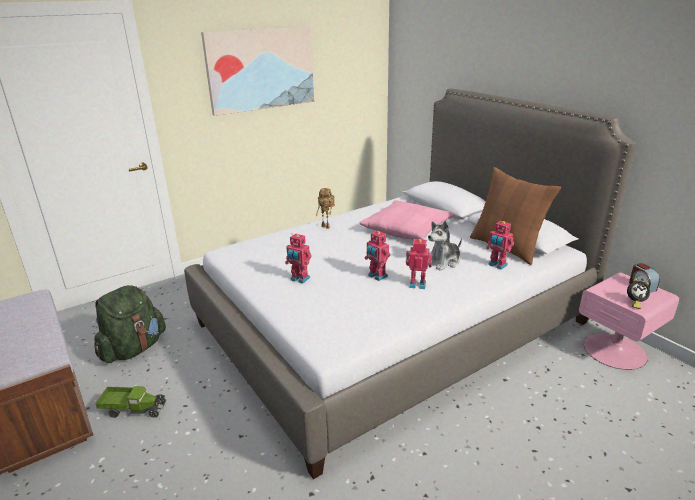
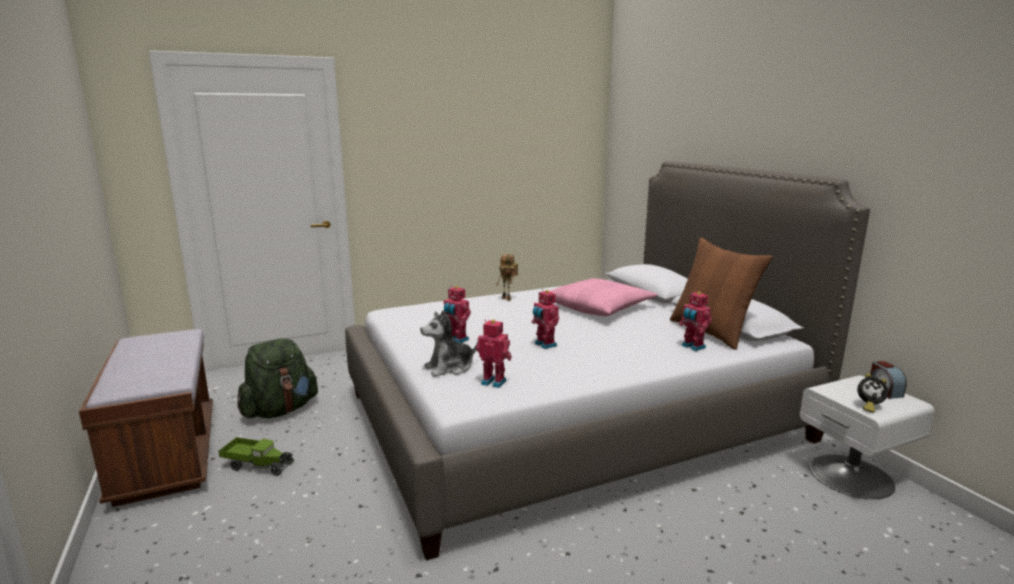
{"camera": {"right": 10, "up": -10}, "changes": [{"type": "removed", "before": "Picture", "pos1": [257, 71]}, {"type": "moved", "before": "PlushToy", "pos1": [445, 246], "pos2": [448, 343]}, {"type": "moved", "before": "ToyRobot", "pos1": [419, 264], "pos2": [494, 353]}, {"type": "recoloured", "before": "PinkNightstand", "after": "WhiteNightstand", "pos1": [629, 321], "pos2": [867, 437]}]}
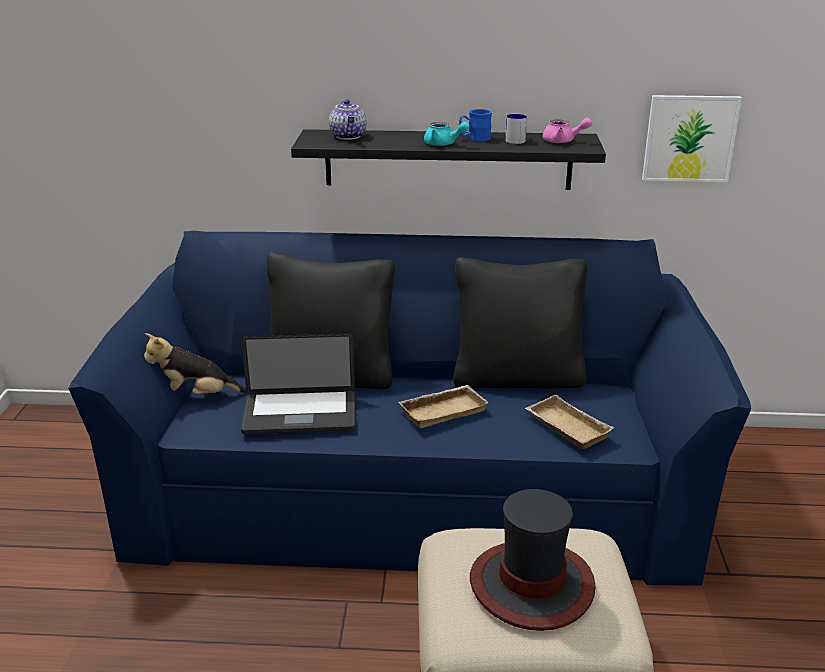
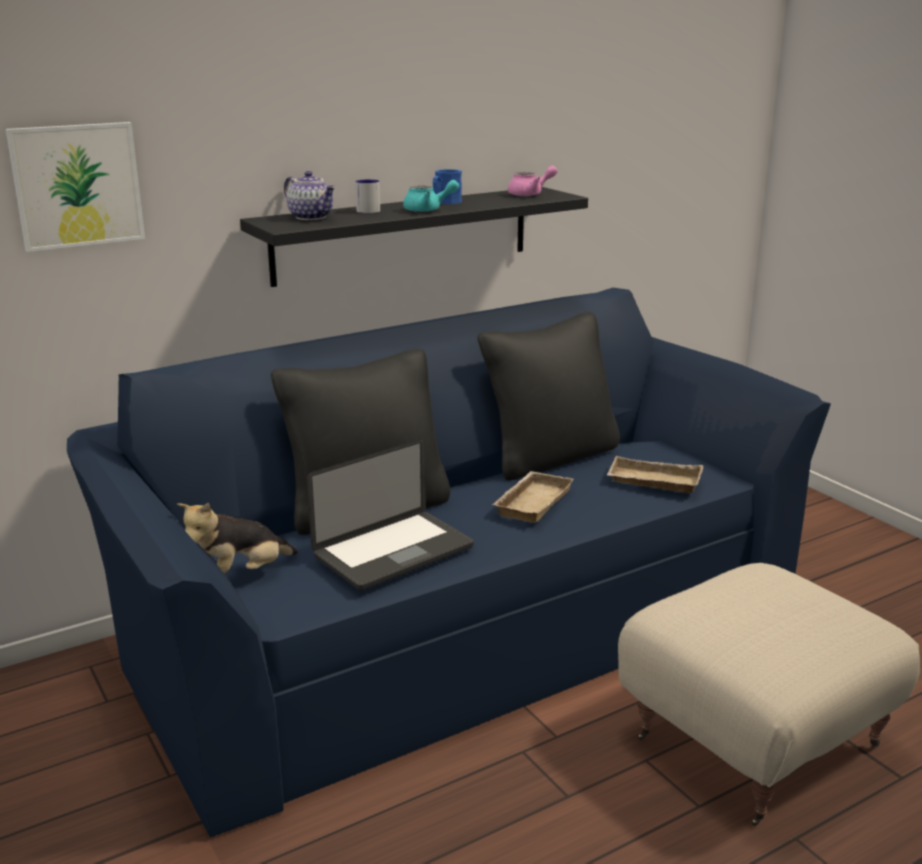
{"camera": {"right": -35, "up": -5}, "changes": [{"type": "moved", "before": "Picture", "pos1": [692, 138], "pos2": [75, 187]}, {"type": "moved", "before": "Mug", "pos1": [516, 129], "pos2": [367, 196]}, {"type": "removed", "before": "Hat", "pos1": [533, 560]}]}
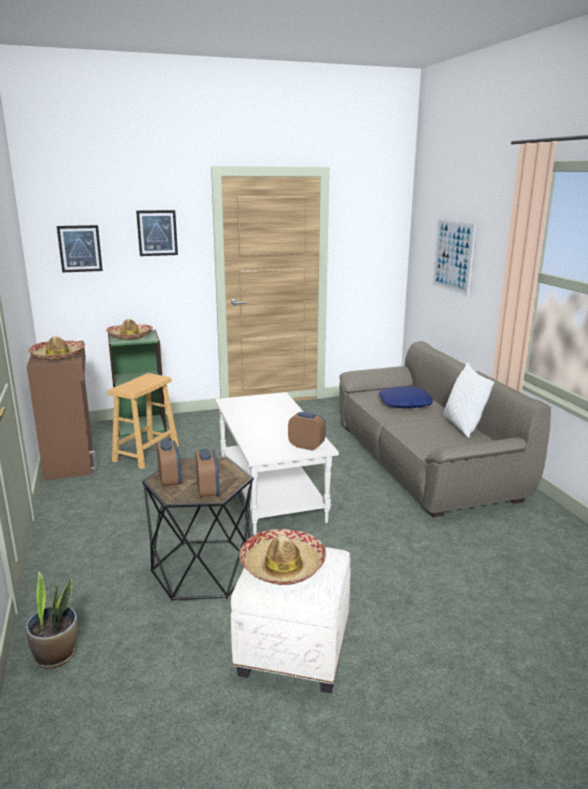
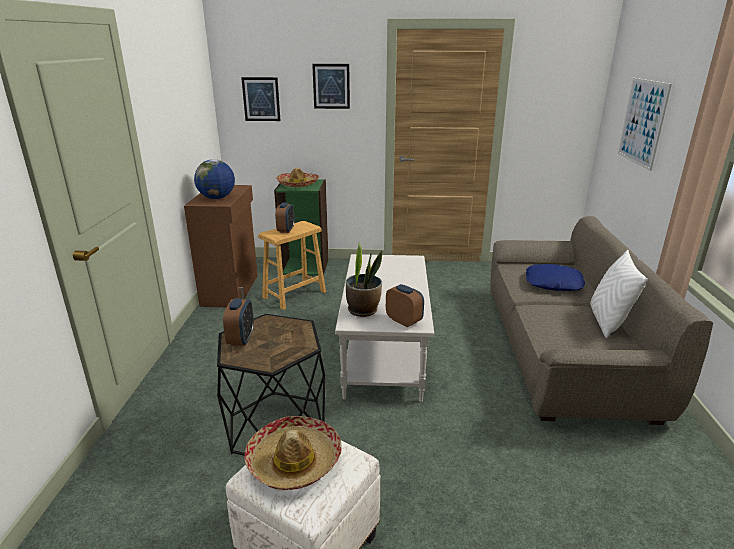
{"camera": {"right": 20, "up": 5}, "changes": [{"type": "replaced", "before": "Hat", "after": "Globe", "pos1": [56, 348], "pos2": [214, 179]}, {"type": "moved", "before": "AlarmClock", "pos1": [207, 473], "pos2": [285, 217]}, {"type": "moved", "before": "PottedPlant", "pos1": [51, 619], "pos2": [364, 279]}]}
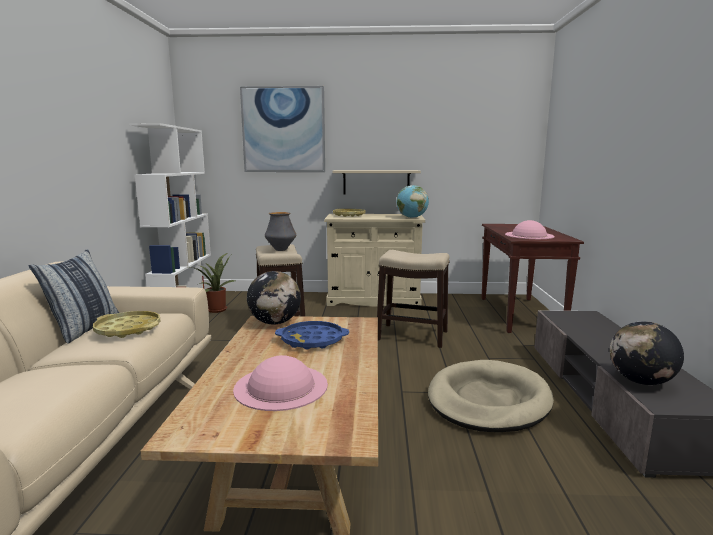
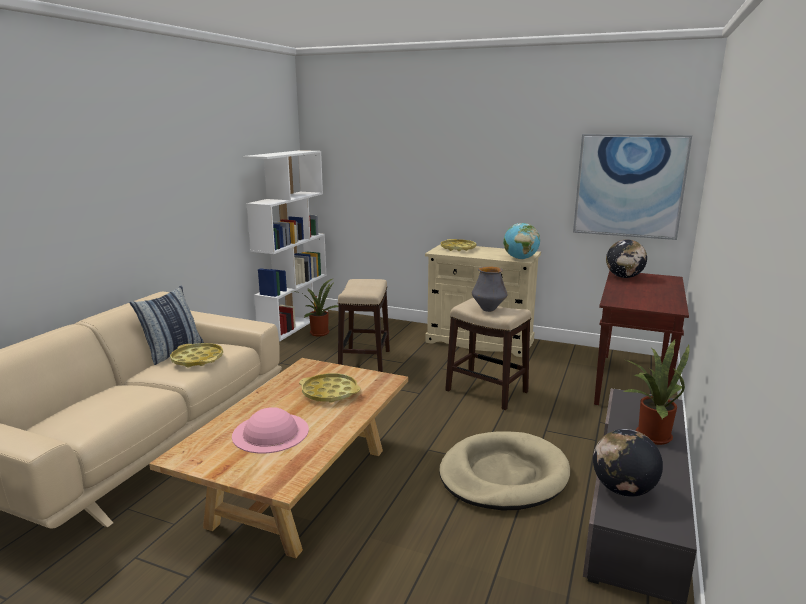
{"camera": {"right": 20, "up": 5}, "changes": [{"type": "moved", "before": "Picture", "pos1": [282, 129], "pos2": [632, 187]}, {"type": "removed", "before": "BeigeShelf", "pos1": [376, 182]}, {"type": "moved", "before": "Vase", "pos1": [280, 231], "pos2": [489, 289]}, {"type": "removed", "before": "PinkHat", "pos1": [530, 229]}, {"type": "moved", "before": "Globe", "pos1": [274, 298], "pos2": [626, 258]}, {"type": "recoloured", "before": "BlueTray", "after": "YellowTray", "pos1": [312, 335], "pos2": [330, 388]}, {"type": "added", "after": "PottedPlant", "pos2": [656, 392]}]}
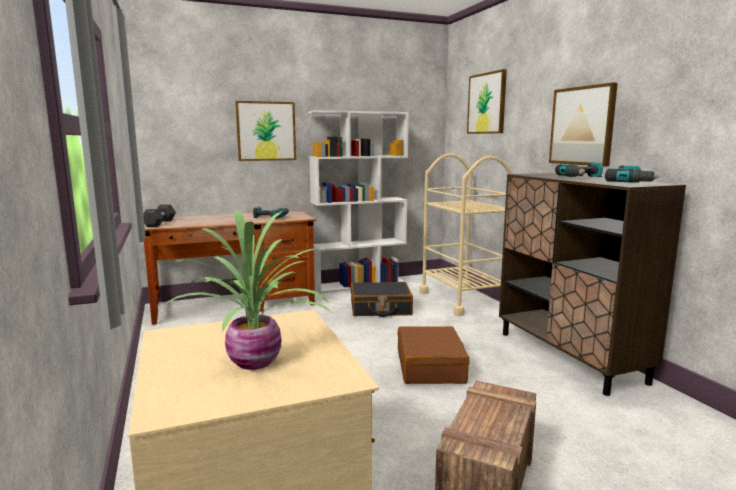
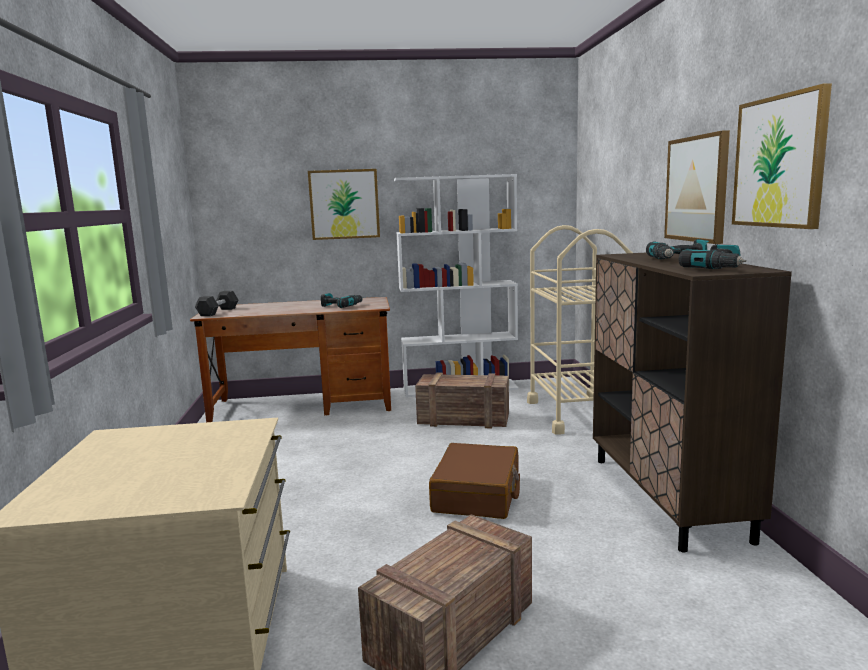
{"camera": {"right": 15, "up": 0}, "changes": [{"type": "moved", "before": "Picture", "pos1": [487, 101], "pos2": [782, 156]}, {"type": "removed", "before": "PottedPlant", "pos1": [246, 290]}, {"type": "replaced", "before": "BlackSuitcase", "after": "Crate", "pos1": [382, 299], "pos2": [462, 401]}]}
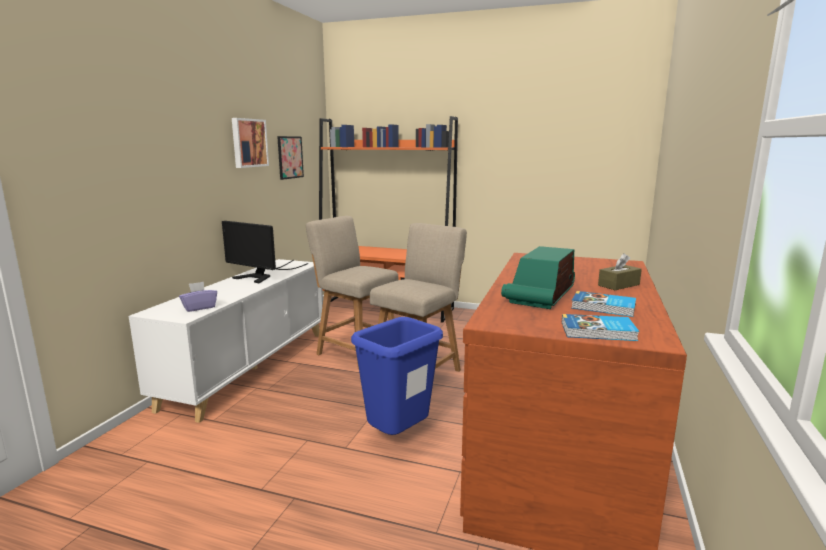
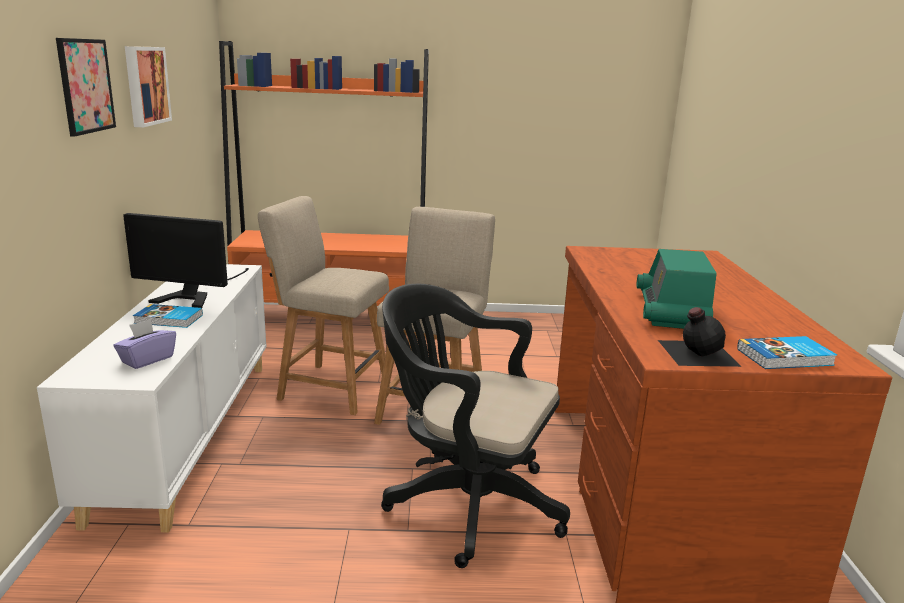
{"camera": {"right": -20, "up": 5}, "changes": [{"type": "moved", "before": "Picture", "pos1": [290, 158], "pos2": [86, 87]}, {"type": "removed", "before": "BrownTissueBox", "pos1": [620, 271]}, {"type": "moved", "before": "Book", "pos1": [603, 304], "pos2": [168, 316]}, {"type": "replaced", "before": "BlueTrashCan", "after": "BlackOfficeChair", "pos1": [397, 376], "pos2": [475, 426]}, {"type": "added", "after": "BlackBottle", "pos2": [700, 337]}]}
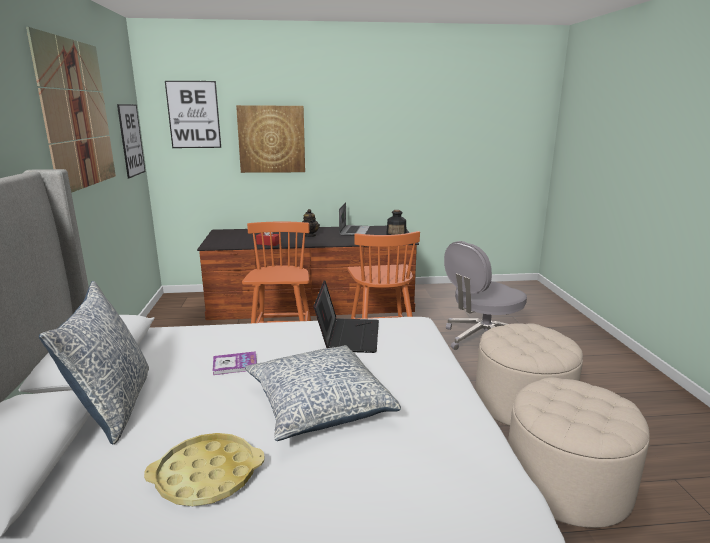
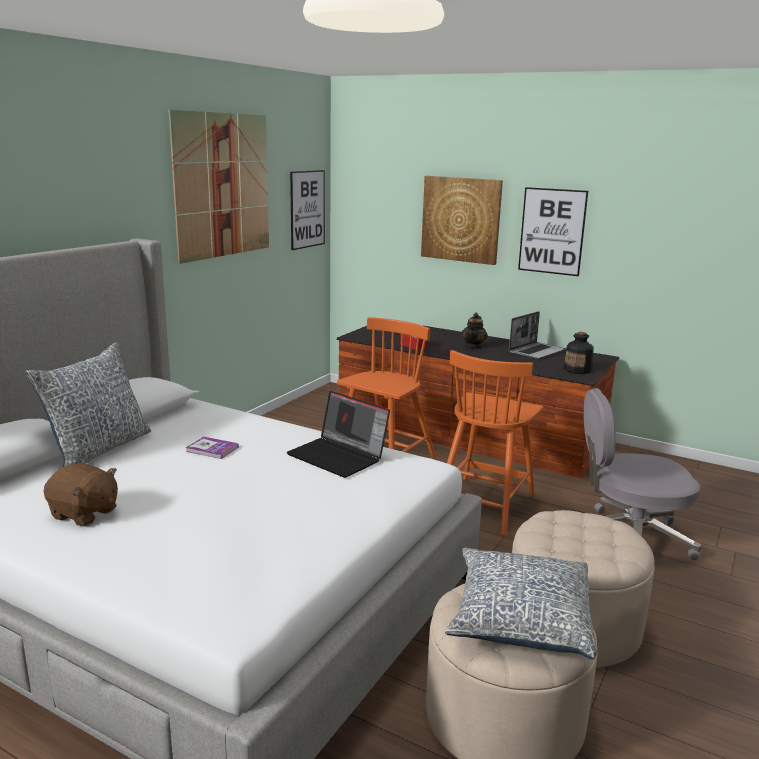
{"camera": {"right": 35, "up": 0}, "changes": [{"type": "moved", "before": "Picture", "pos1": [193, 114], "pos2": [553, 231]}, {"type": "turned", "before": "Laptop", "pos1": [346, 316], "pos2": [338, 434], "turn": 90}, {"type": "moved", "before": "Pillow", "pos1": [323, 393], "pos2": [521, 603]}, {"type": "replaced", "before": "YellowTray", "after": "BrownPlushToy", "pos1": [204, 469], "pos2": [81, 495]}]}
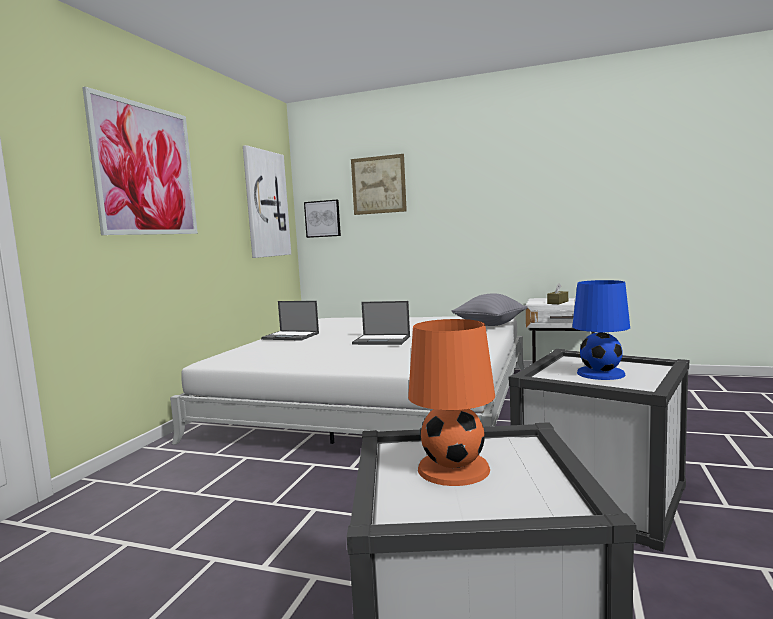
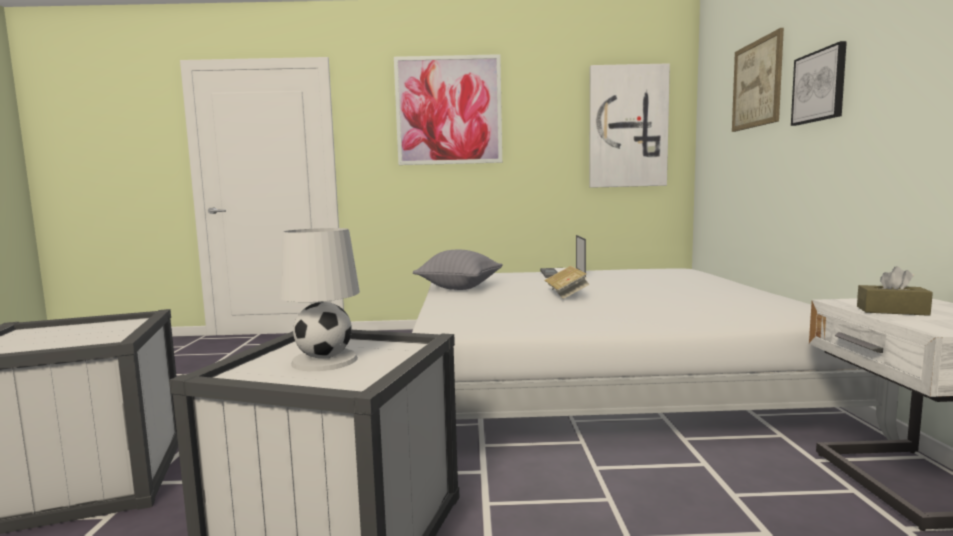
{"camera": {"right": 70, "up": 0}, "changes": [{"type": "moved", "before": "Picture", "pos1": [322, 219], "pos2": [819, 83]}, {"type": "recoloured", "before": "BlueTableLamp", "after": "WhiteTableLamp", "pos1": [601, 330], "pos2": [320, 299]}, {"type": "moved", "before": "GreyPillow", "pos1": [489, 309], "pos2": [458, 270]}, {"type": "replaced", "before": "Laptop", "after": "Book", "pos1": [381, 323], "pos2": [567, 282]}, {"type": "removed", "before": "OrangeTableLamp", "pos1": [451, 402]}]}
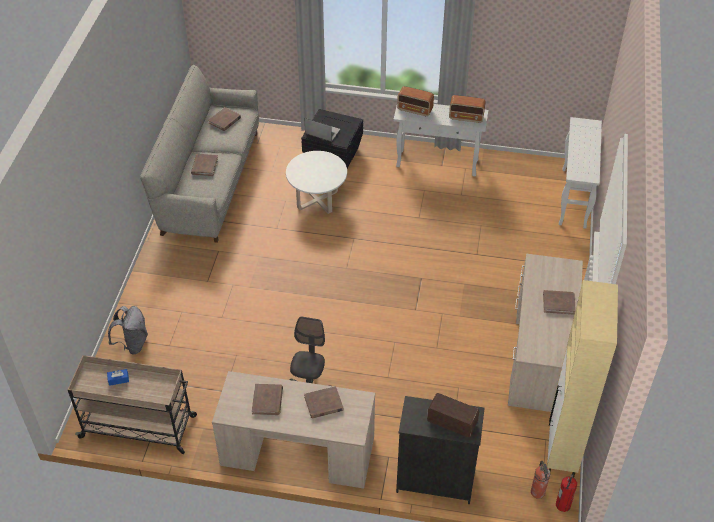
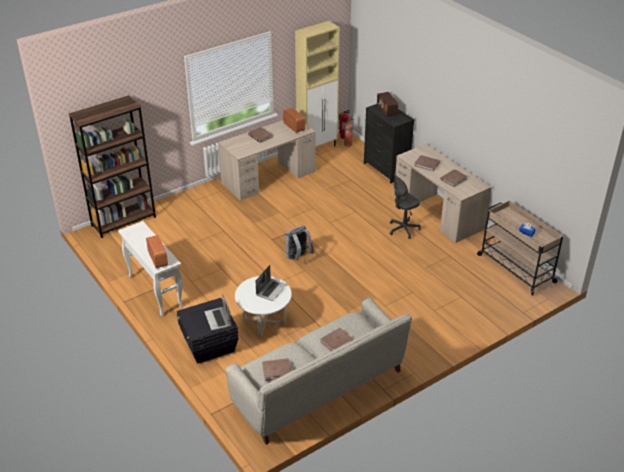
{"camera": {"right": -135, "up": -10}, "changes": [{"type": "moved", "before": "Radio", "pos1": [467, 109], "pos2": [294, 120]}, {"type": "replaced", "before": "WhiteConsoleTable", "after": "BrownBookcase", "pos1": [580, 172], "pos2": [112, 166]}, {"type": "moved", "before": "GreyBackpack", "pos1": [128, 330], "pos2": [300, 242]}, {"type": "added", "after": "Laptop", "pos2": [271, 283]}]}
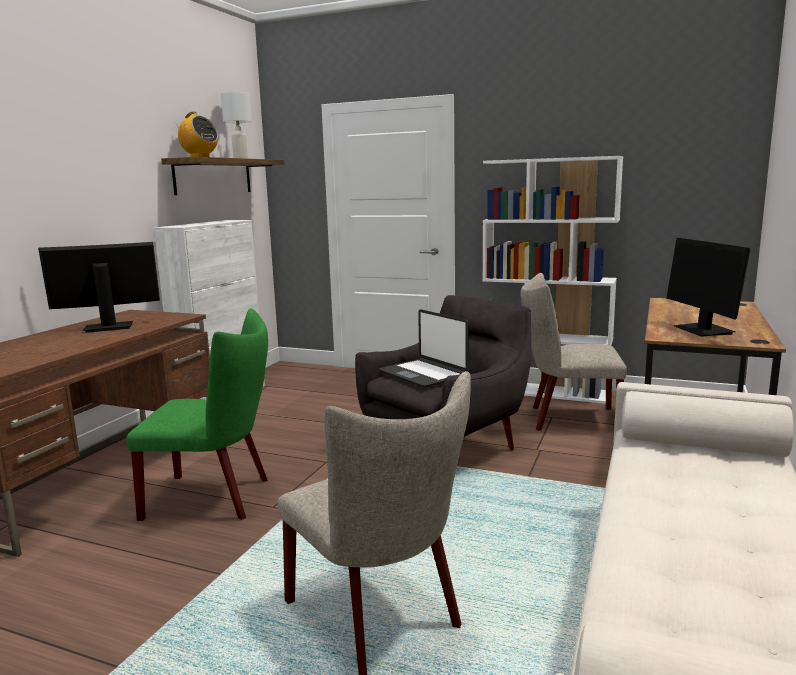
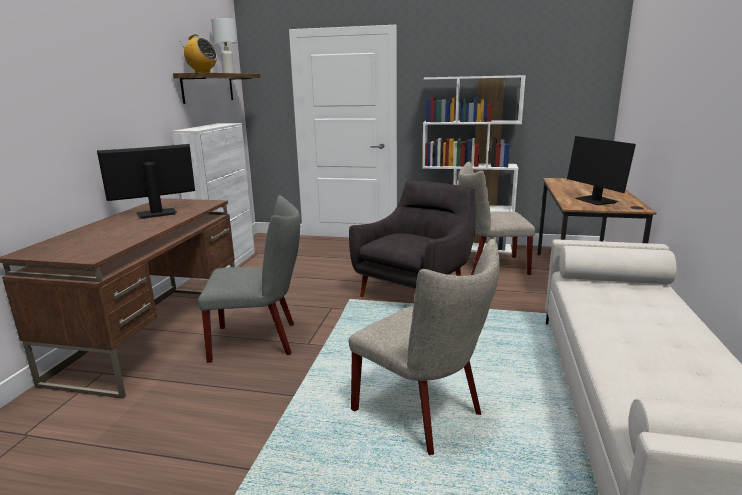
{"camera": {"right": -10, "up": 5}, "changes": [{"type": "recoloured", "before": "GreenChair", "after": "GreyChair", "pos1": [197, 414], "pos2": [249, 279]}, {"type": "removed", "before": "Laptop", "pos1": [424, 348]}]}
